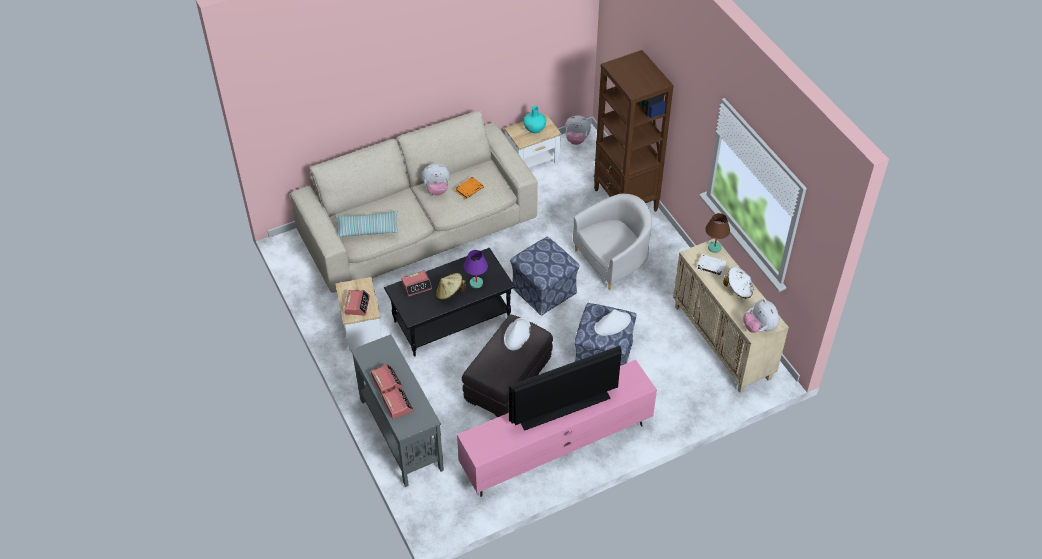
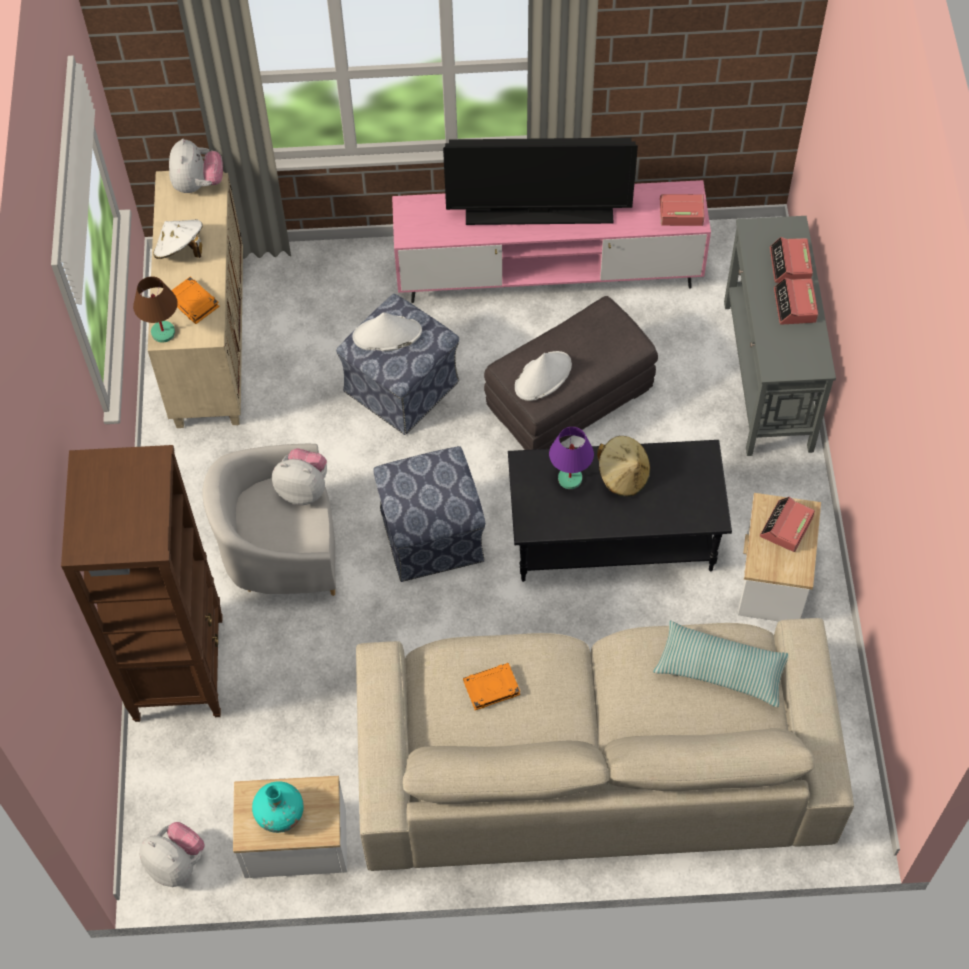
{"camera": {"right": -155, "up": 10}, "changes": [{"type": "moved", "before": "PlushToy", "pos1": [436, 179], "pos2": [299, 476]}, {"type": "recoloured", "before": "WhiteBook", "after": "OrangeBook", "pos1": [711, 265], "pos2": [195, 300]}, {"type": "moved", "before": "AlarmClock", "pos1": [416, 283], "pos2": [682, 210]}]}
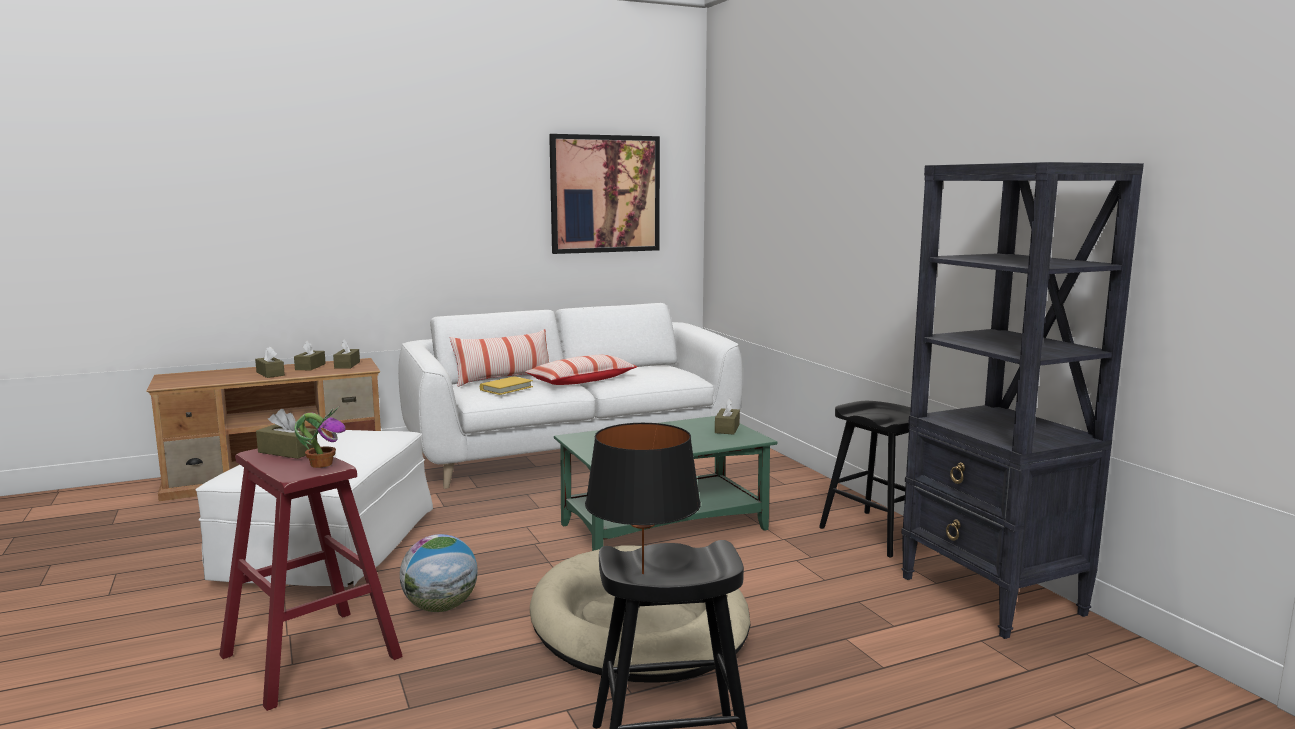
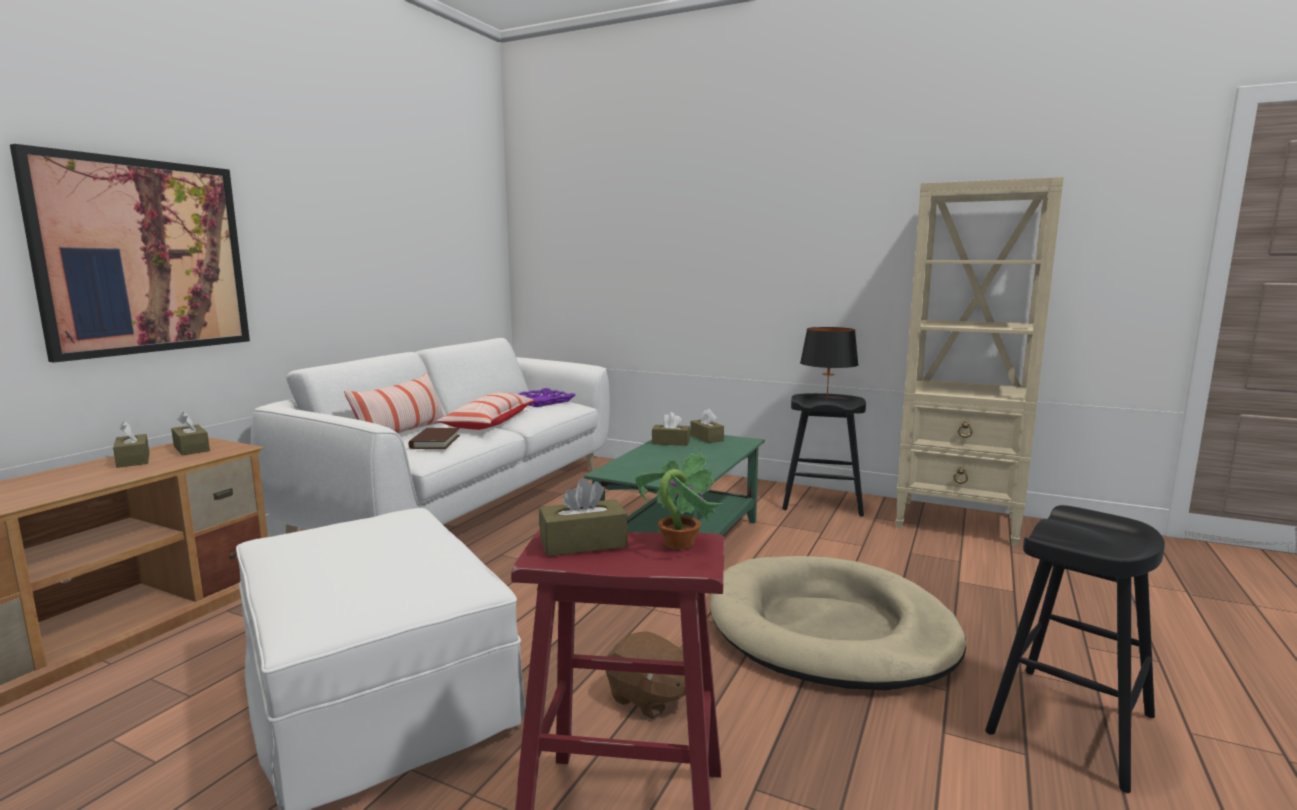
{"camera": {"right": -40, "up": 0}, "changes": [{"type": "moved", "before": "Picture", "pos1": [604, 194], "pos2": [130, 253]}, {"type": "recoloured", "before": "BlackBookcase", "after": "BeigeBookcase", "pos1": [1022, 400], "pos2": [980, 361]}, {"type": "moved", "before": "BrownTissueBox", "pos1": [270, 362], "pos2": [671, 429]}, {"type": "recoloured", "before": "YellowBook", "after": "BrownBook", "pos1": [506, 385], "pos2": [434, 438]}, {"type": "moved", "before": "BlackTableLamp", "pos1": [643, 498], "pos2": [829, 363]}, {"type": "replaced", "before": "Globe", "after": "BrownPlushToy", "pos1": [439, 573], "pos2": [646, 675]}, {"type": "added", "after": "PurpleTray", "pos2": [547, 397]}]}
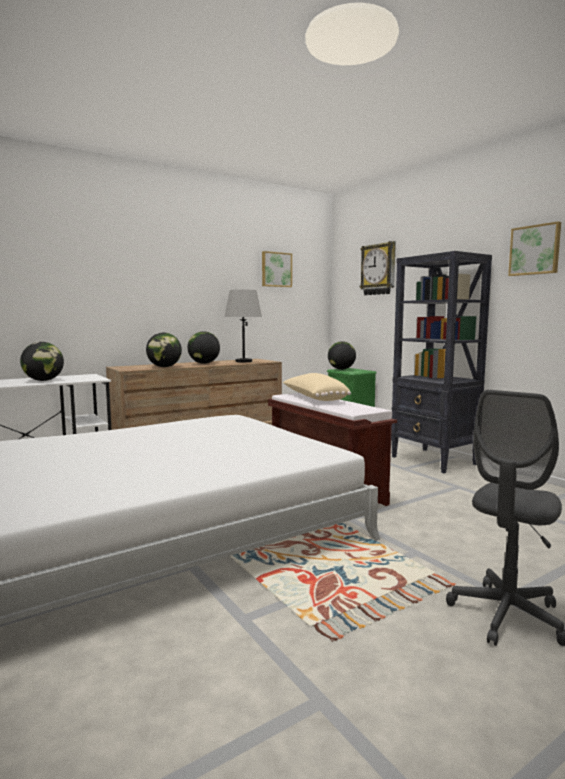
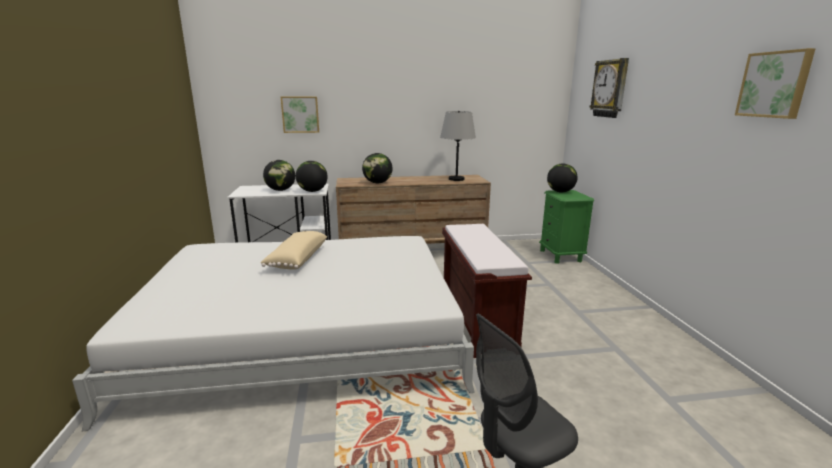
{"camera": {"right": 25, "up": 10}, "changes": [{"type": "moved", "before": "Picture", "pos1": [277, 269], "pos2": [300, 115]}, {"type": "removed", "before": "BlackBookcase", "pos1": [441, 362]}, {"type": "moved", "before": "Globe", "pos1": [204, 347], "pos2": [312, 176]}, {"type": "moved", "before": "BeigePillow", "pos1": [317, 387], "pos2": [293, 250]}]}
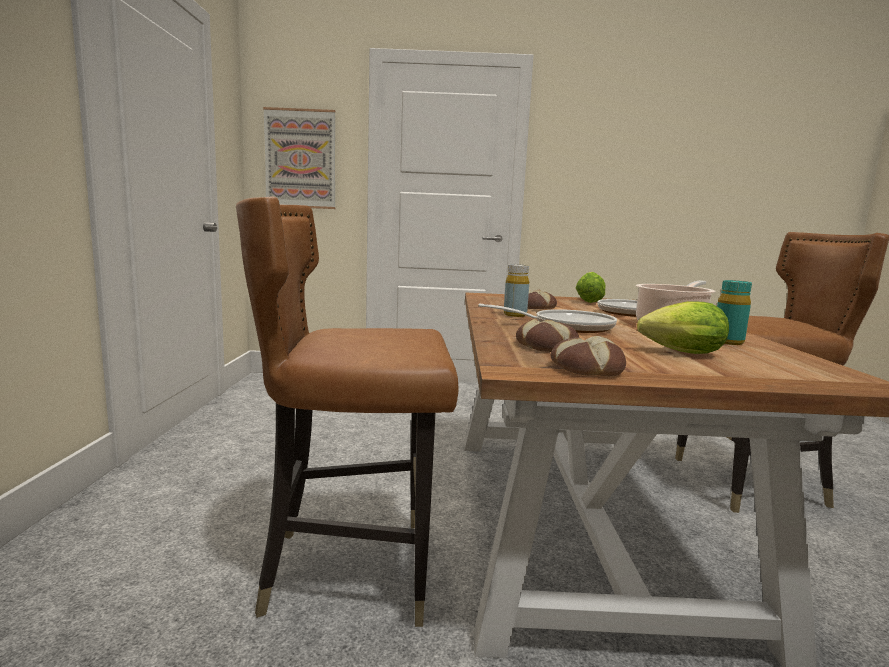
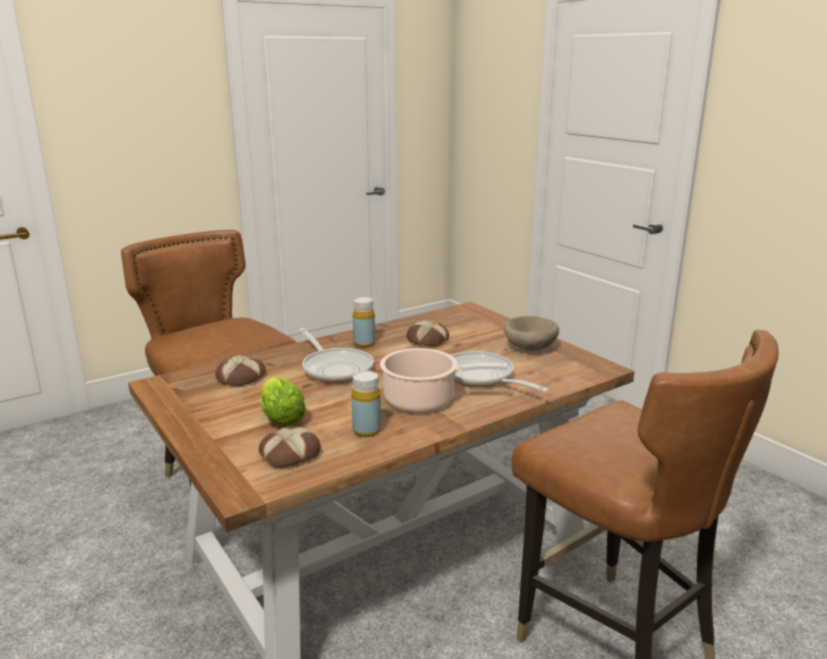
{"camera": {"right": 55, "up": 10}, "changes": [{"type": "removed", "before": "Picture", "pos1": [299, 158]}, {"type": "replaced", "before": "Lettuce", "after": "BeigeBowl", "pos1": [591, 287], "pos2": [531, 333]}, {"type": "recoloured", "before": "TurquoiseBottle", "after": "YellowBottle", "pos1": [734, 312], "pos2": [366, 404]}, {"type": "moved", "before": "Bread", "pos1": [588, 356], "pos2": [290, 447]}]}
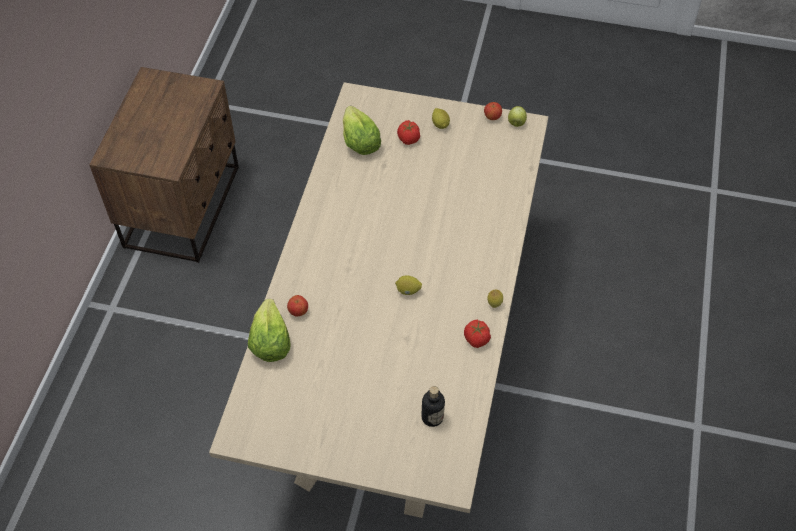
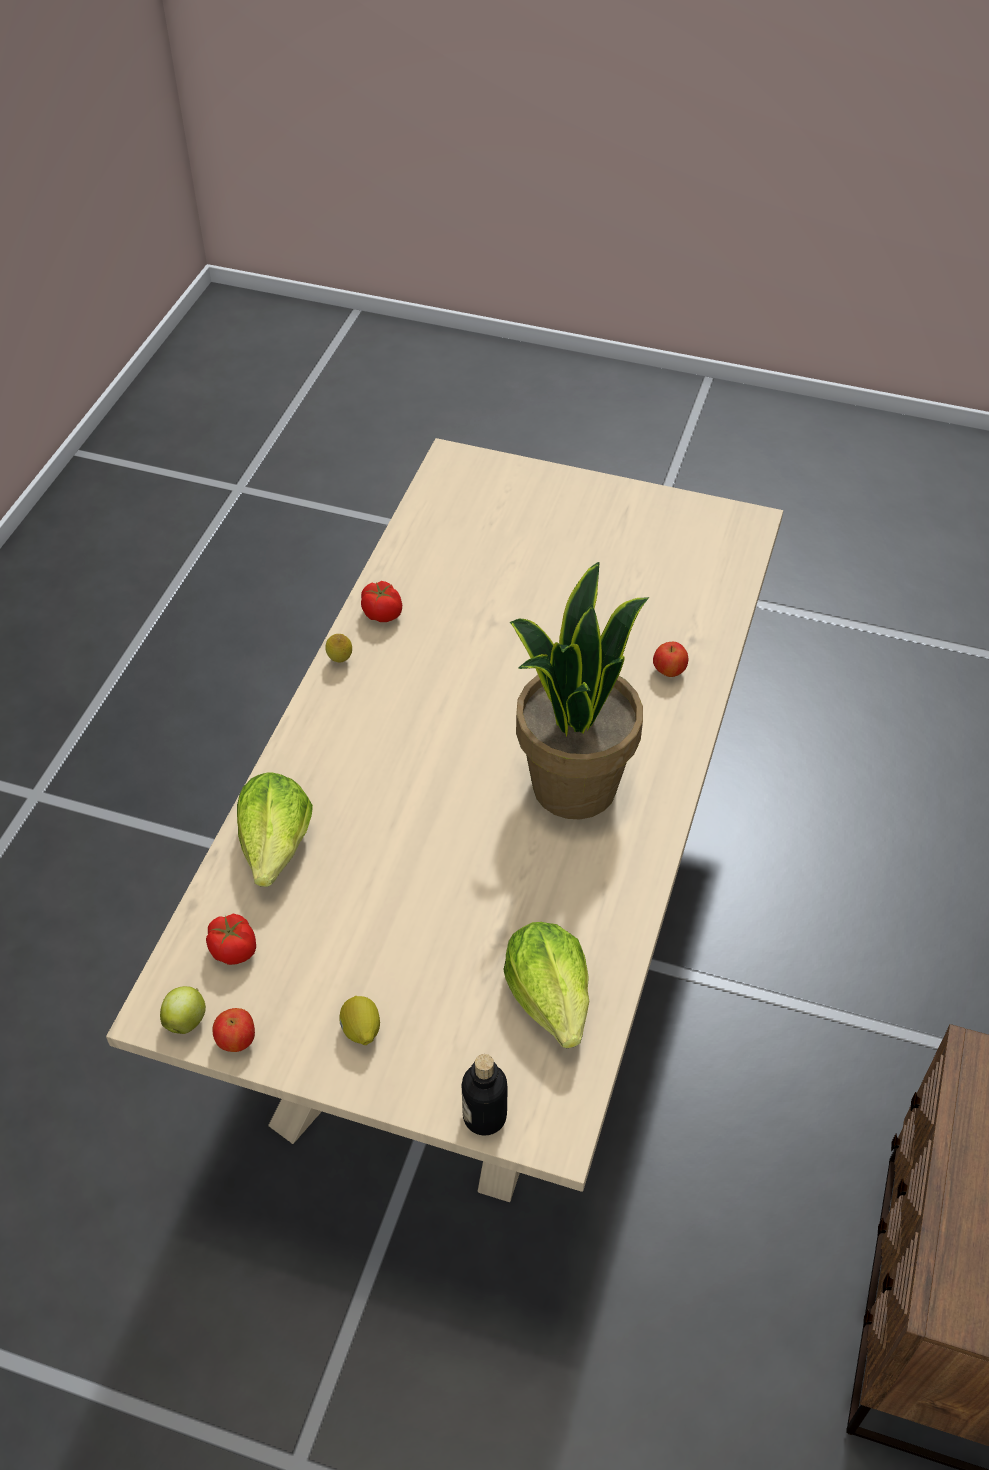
{"camera": {"right": -175, "up": -5}, "changes": [{"type": "moved", "before": "Tomato", "pos1": [408, 132], "pos2": [231, 939]}, {"type": "removed", "before": "Lemon", "pos1": [408, 285]}, {"type": "moved", "before": "Lettuce", "pos1": [269, 330], "pos2": [275, 829]}, {"type": "moved", "before": "Bottle", "pos1": [433, 406], "pos2": [484, 1095]}, {"type": "added", "after": "PottedPlant", "pos2": [579, 690]}]}
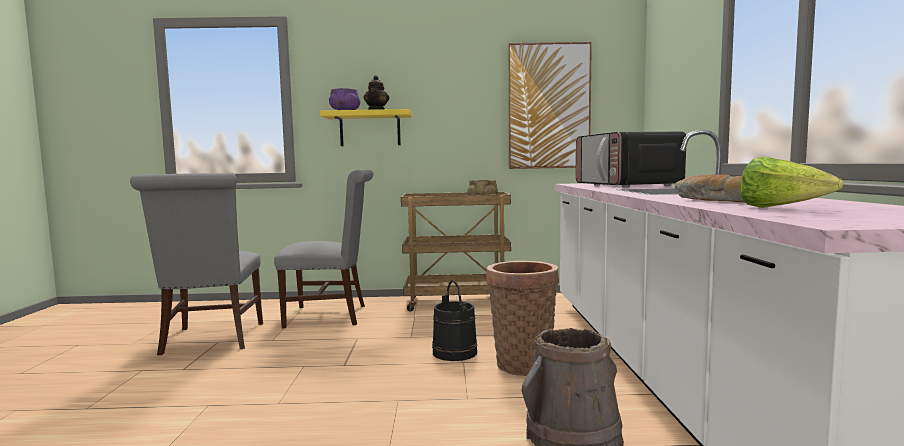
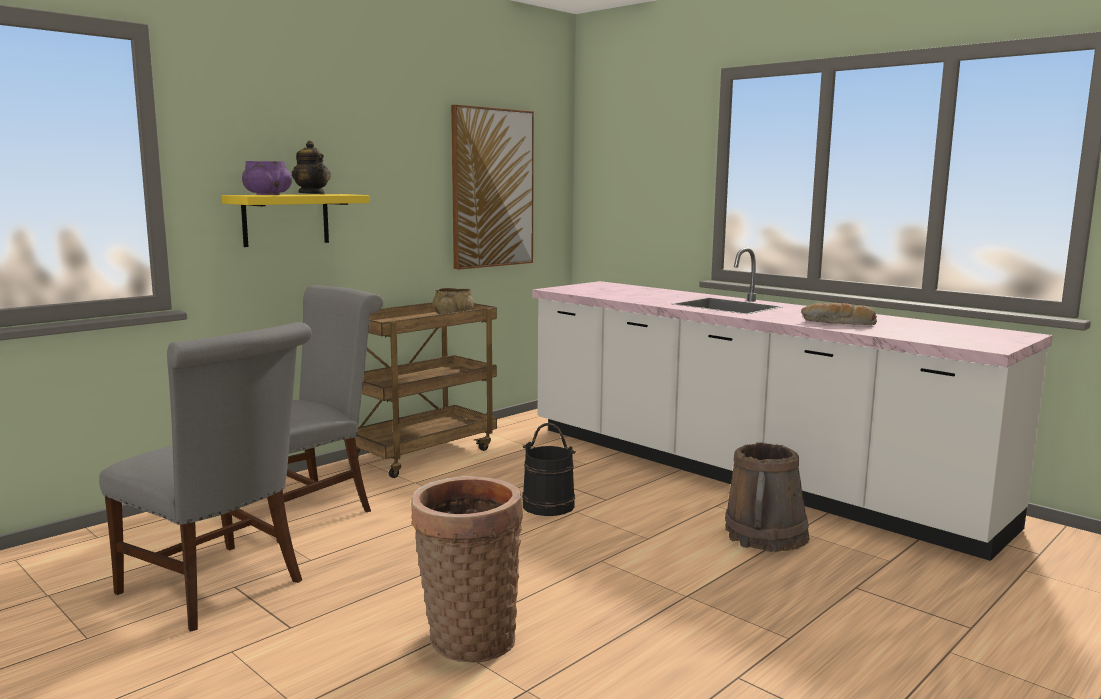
{"camera": {"right": -45, "up": 5}, "changes": [{"type": "removed", "before": "Microwave", "pos1": [631, 159]}, {"type": "removed", "before": "Lettuce", "pos1": [791, 182]}, {"type": "moved", "before": "Basket", "pos1": [523, 318], "pos2": [467, 569]}]}
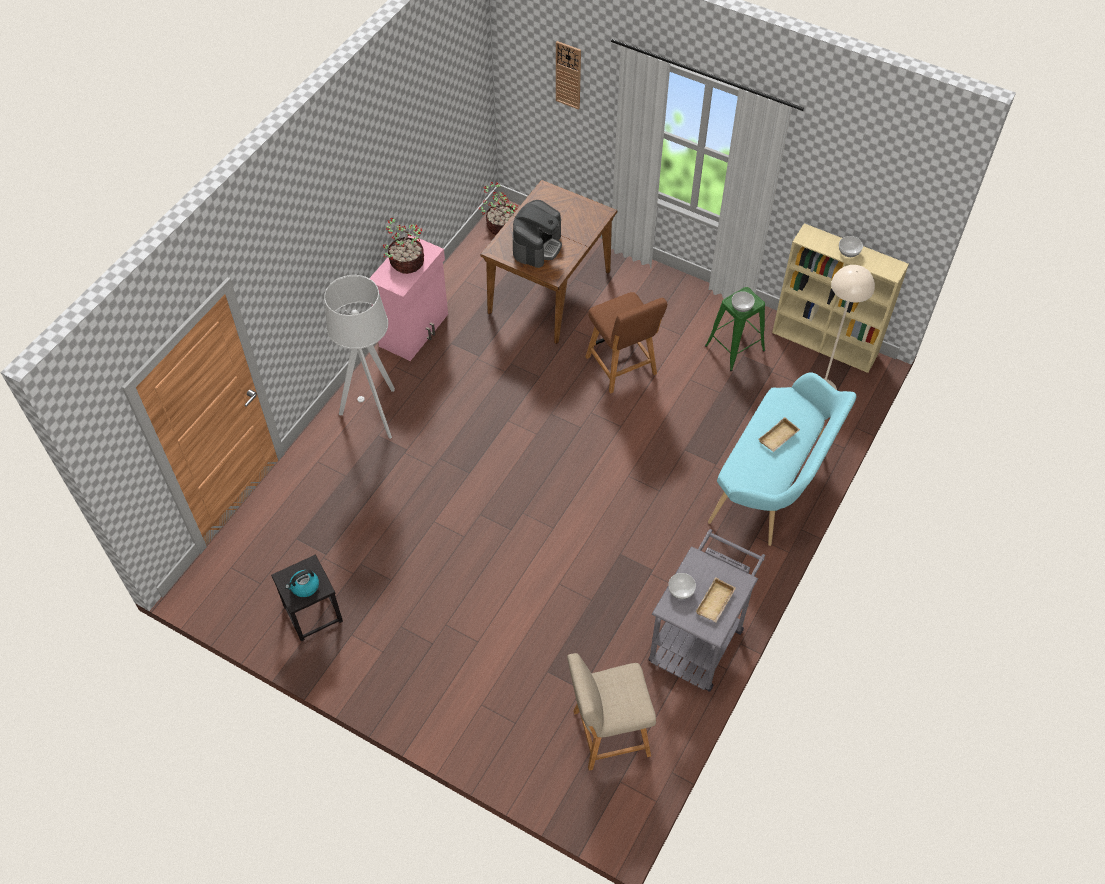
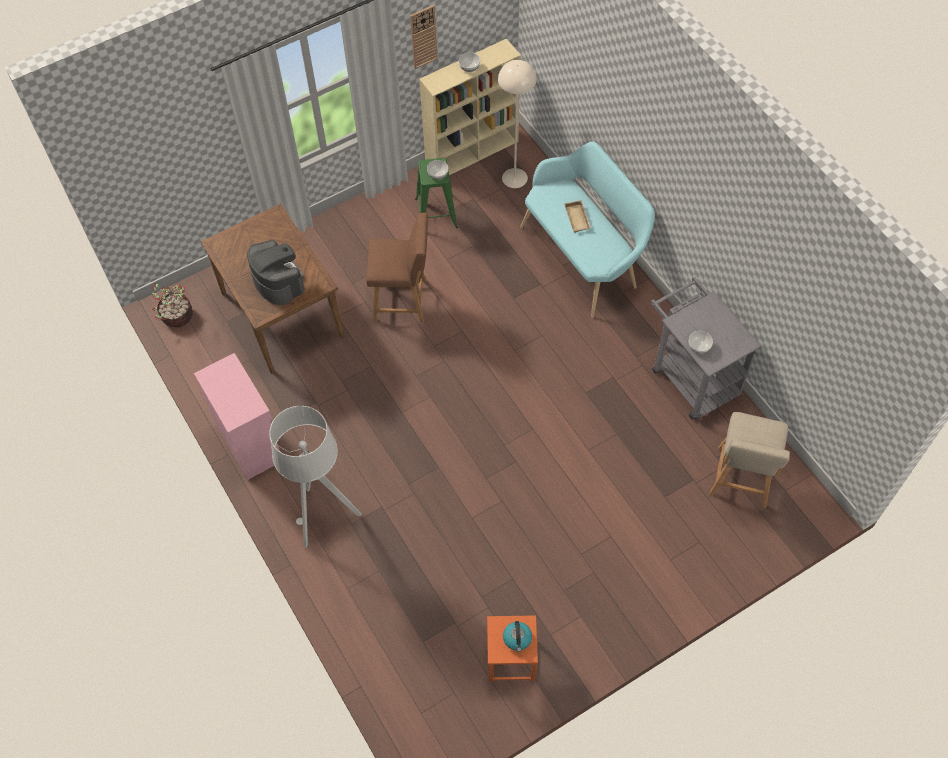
{"camera": {"right": -60, "up": 5}, "changes": [{"type": "moved", "before": "WallClock", "pos1": [568, 75], "pos2": [424, 37]}, {"type": "removed", "before": "PottedPlant", "pos1": [403, 246]}, {"type": "recoloured", "before": "BlackStool", "after": "OrangeStool", "pos1": [307, 598], "pos2": [512, 649]}, {"type": "removed", "before": "BeigeTray", "pos1": [715, 600]}]}
